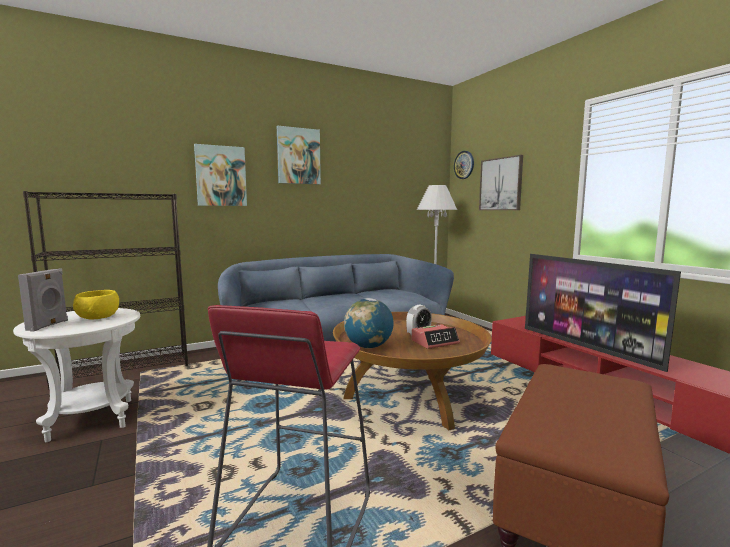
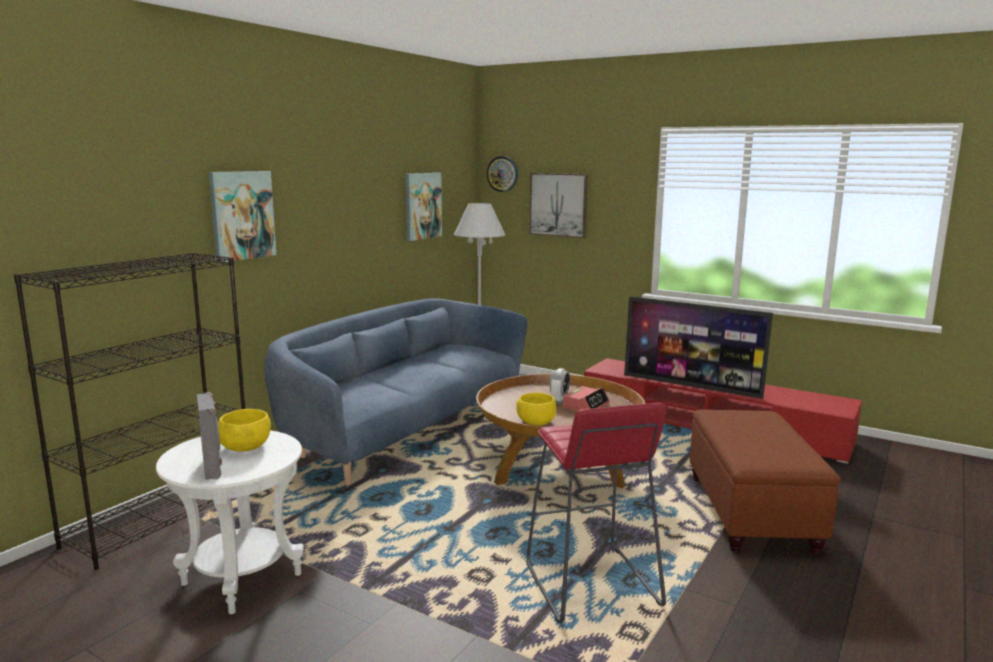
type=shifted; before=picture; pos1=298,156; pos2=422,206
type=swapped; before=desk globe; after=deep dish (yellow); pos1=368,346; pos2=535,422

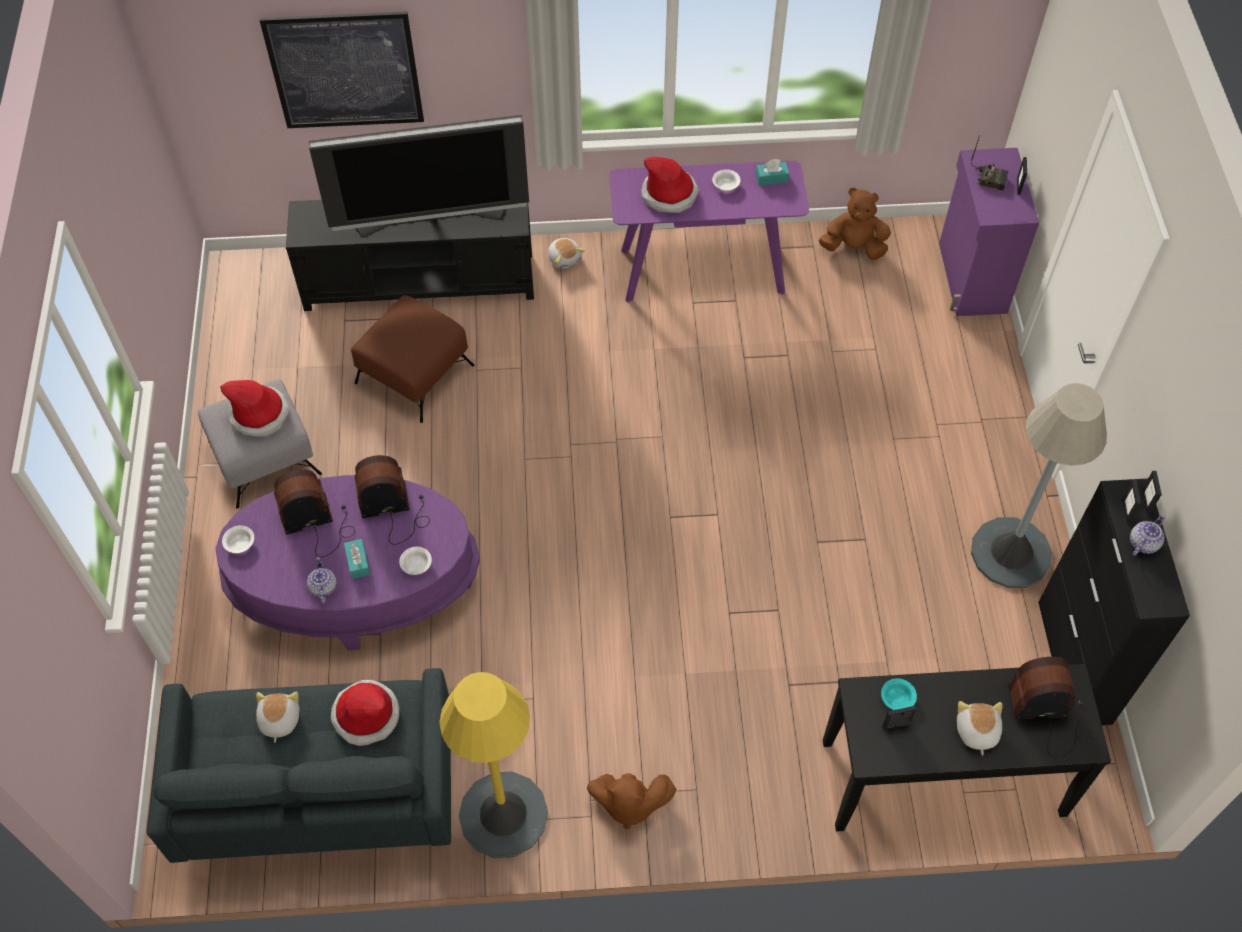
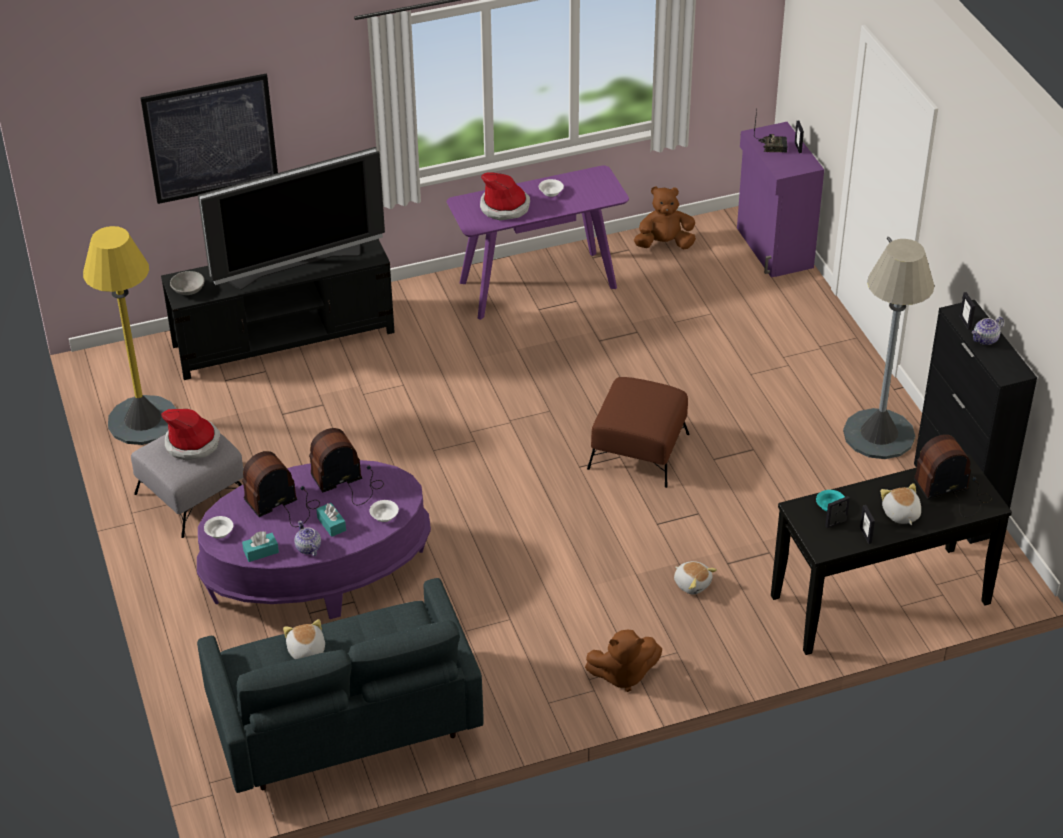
type=gone; before=clothing hat; pos1=366,715
type=new; after=deep dish (greyish); pos2=188,290
type=shifted; before=pouffe (brownish); pos1=414,374; pos2=638,451
type=shifted; before=floor lamp (yellow); pos1=503,815; pos2=143,421
type=shifted; before=cuddly toy; pos1=565,258; pos2=692,583
type=shifted; before=box of tissues (blue-green); pos1=771,178; pos2=261,552
type=shifted; before=photo frame; pos1=1146,502; pos2=865,535
type=rotated; before=tea pot; pos1=1143,543; pos2=985,339; turn=-150

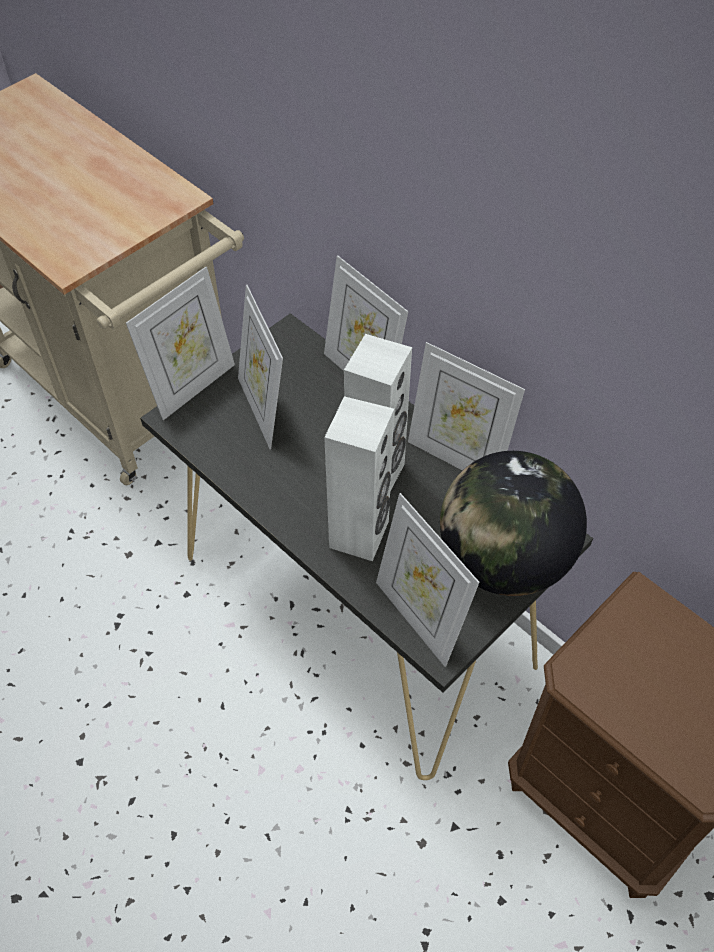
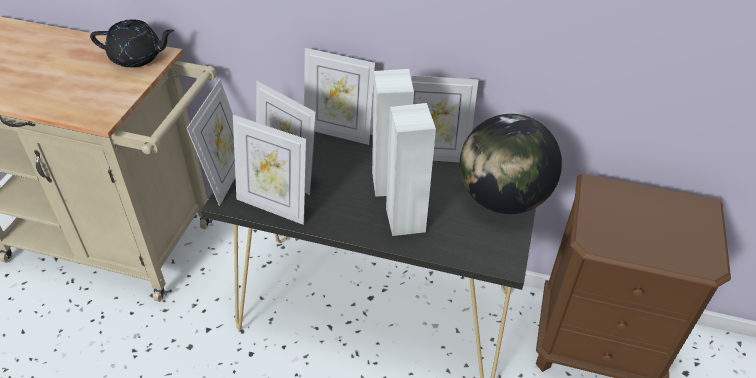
type=new; after=tea pot (blackish); pos2=137,57
type=shifted; before=photo frame; pos1=419,617; pos2=274,206

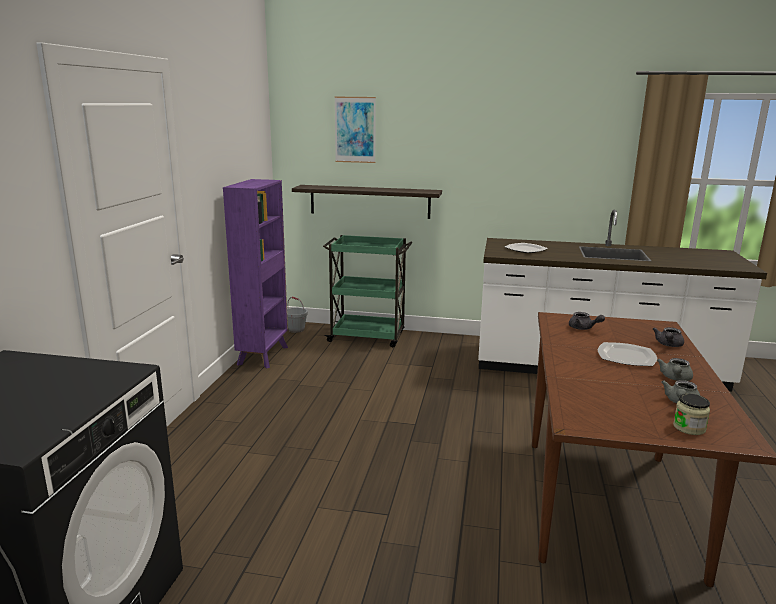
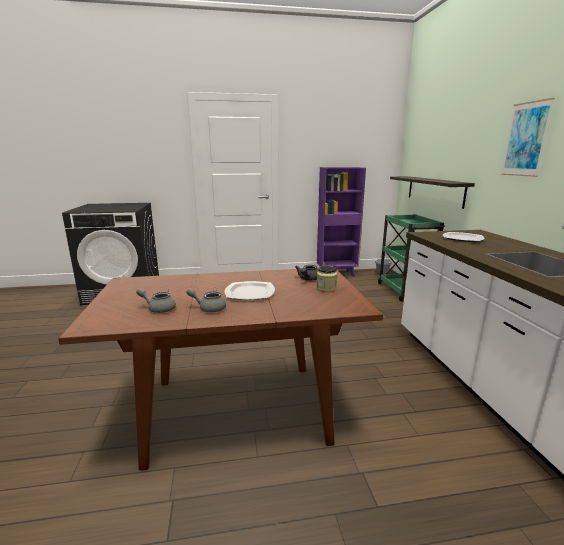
type=gone; before=tea pot (greyish); pos1=668,345
type=shifted; before=picture; pos1=355,130; pos2=526,139
type=shifted; before=storage jar; pos1=689,428; pos2=326,288

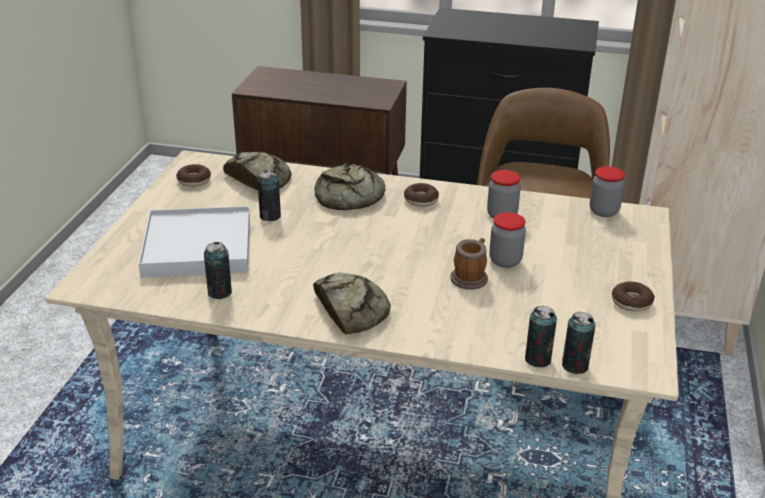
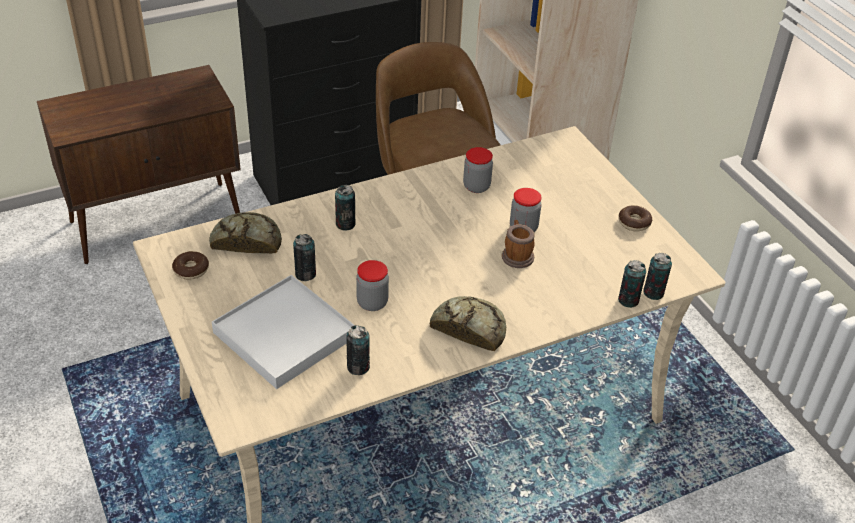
type=gone; before=ring doughnut; pos1=421,200
type=shifted; before=storage jar; pos1=603,211; pos2=372,303
type=swapped; before=bakery bread; after=metal can; pos1=349,197; pos2=345,224

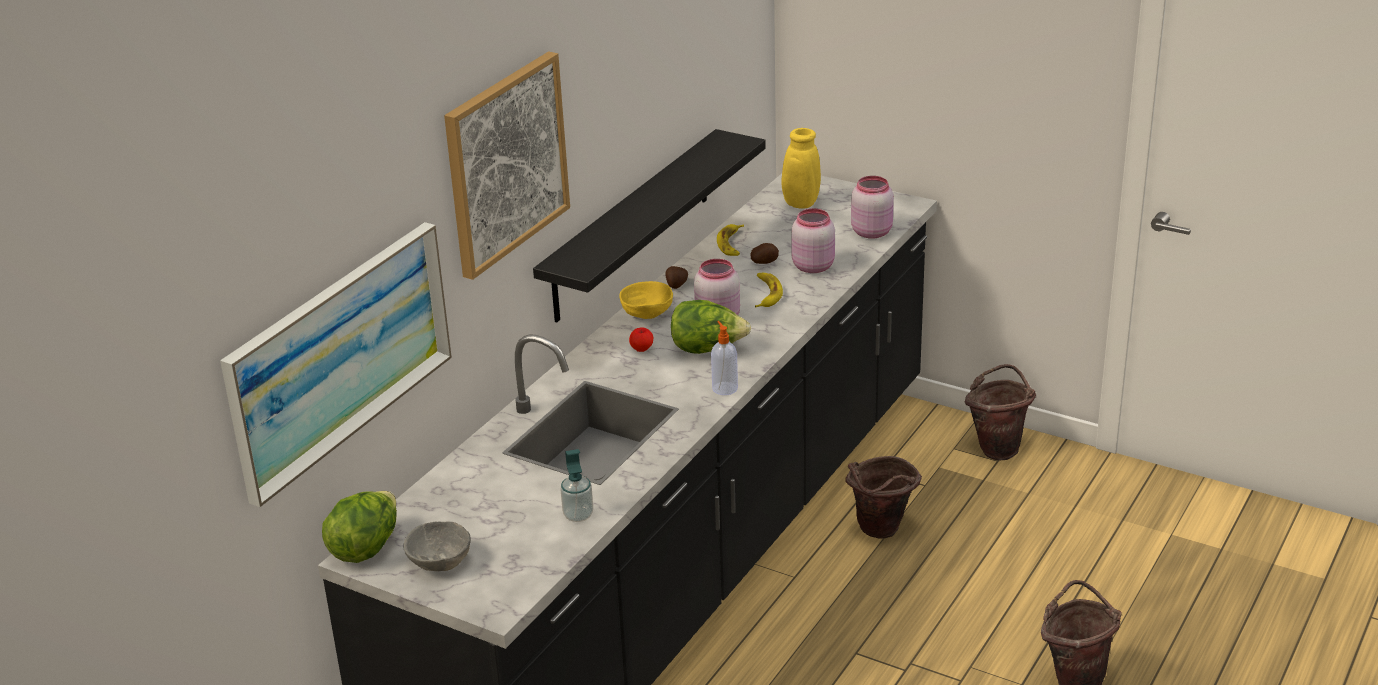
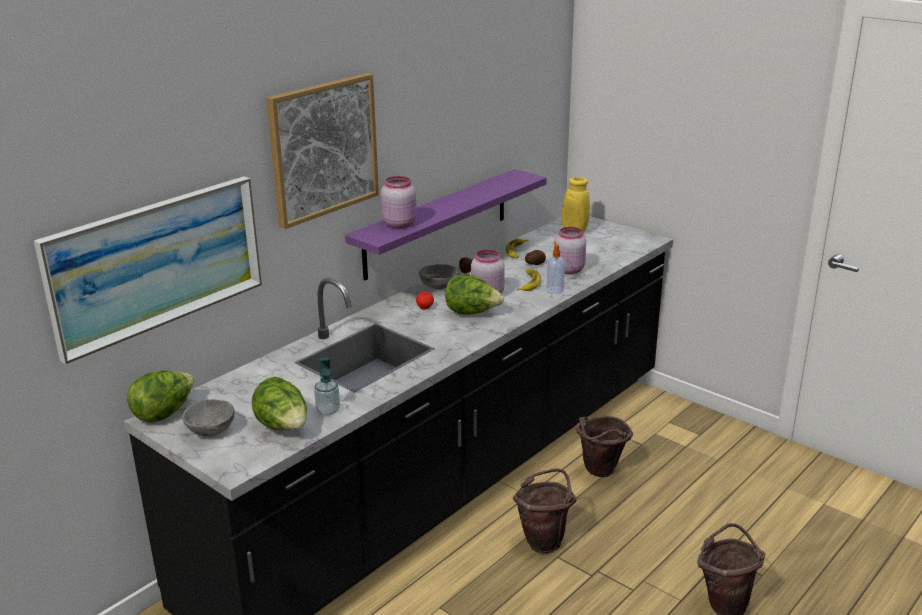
type=new; after=lettuce; pos2=283,427
type=shifted; before=soap bottle; pos1=724,388; pos2=554,290
type=shifted; before=storage jar (pink-coloured); pos1=871,232; pos2=399,224
type=shifted; before=bucket (brownish); pos1=998,447; pos2=545,540
type=repainted; before=shelf (blackish); after=shelf (purple-coloured); pos1=632,225; pos2=437,223
type=repainted; before=deep dish (yellow); after=deep dish (greyish); pos1=647,313; pos2=439,286

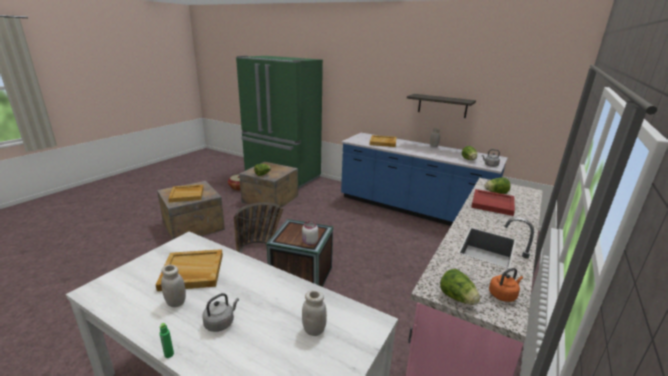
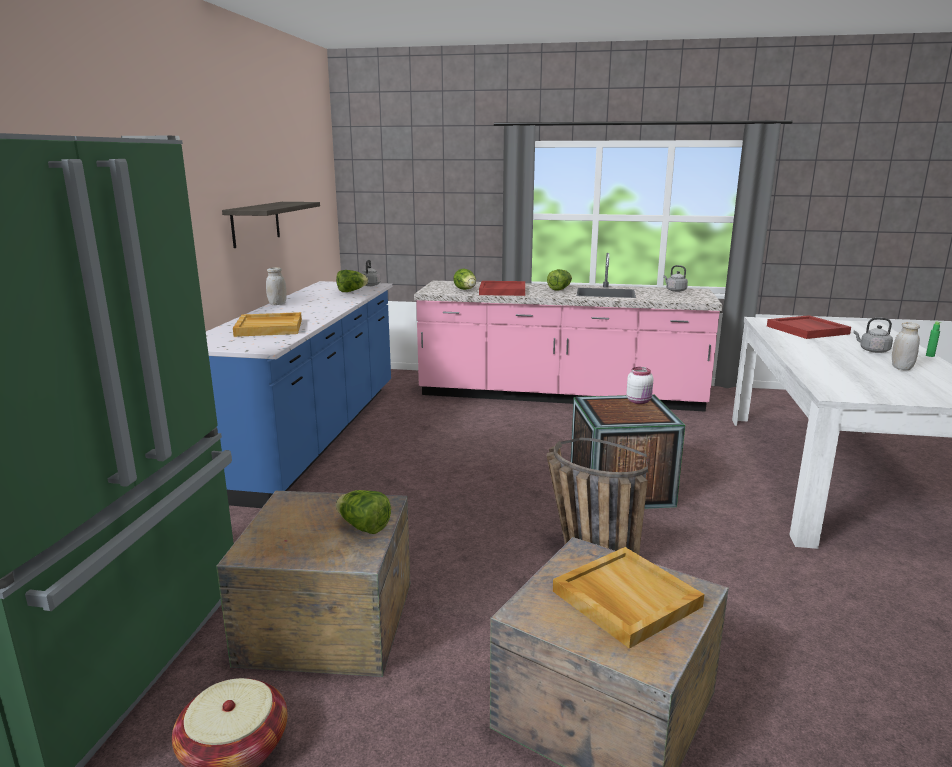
type=gone; before=tray (beige); pos1=191,272
type=shifted; before=lettuce; pos1=457,298; pos2=560,289
type=swapped; before=storage jar (white-coloured); after=tray (red); pos1=314,330; pos2=808,330
type=repainted; before=kettle (orange-coloured); after=kettle (greyish); pos1=503,295; pos2=675,290

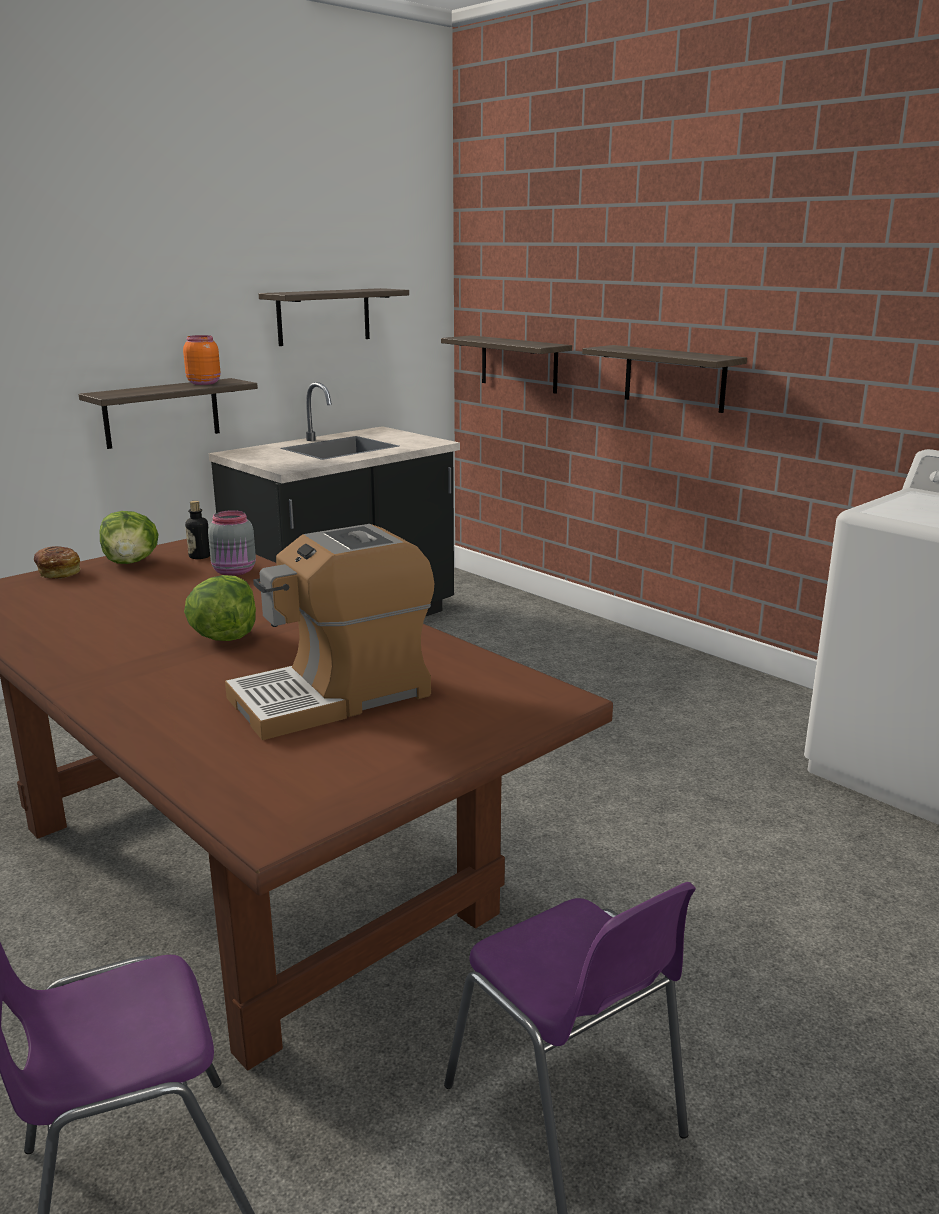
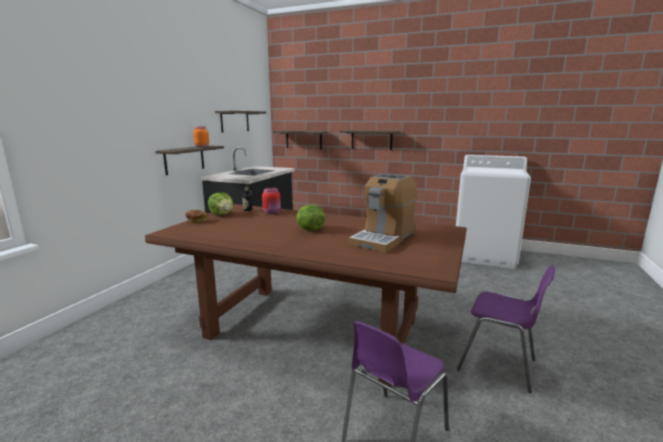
type=repainted; before=storage jar (greyish); after=storage jar (red); pos1=235,572; pos2=272,212

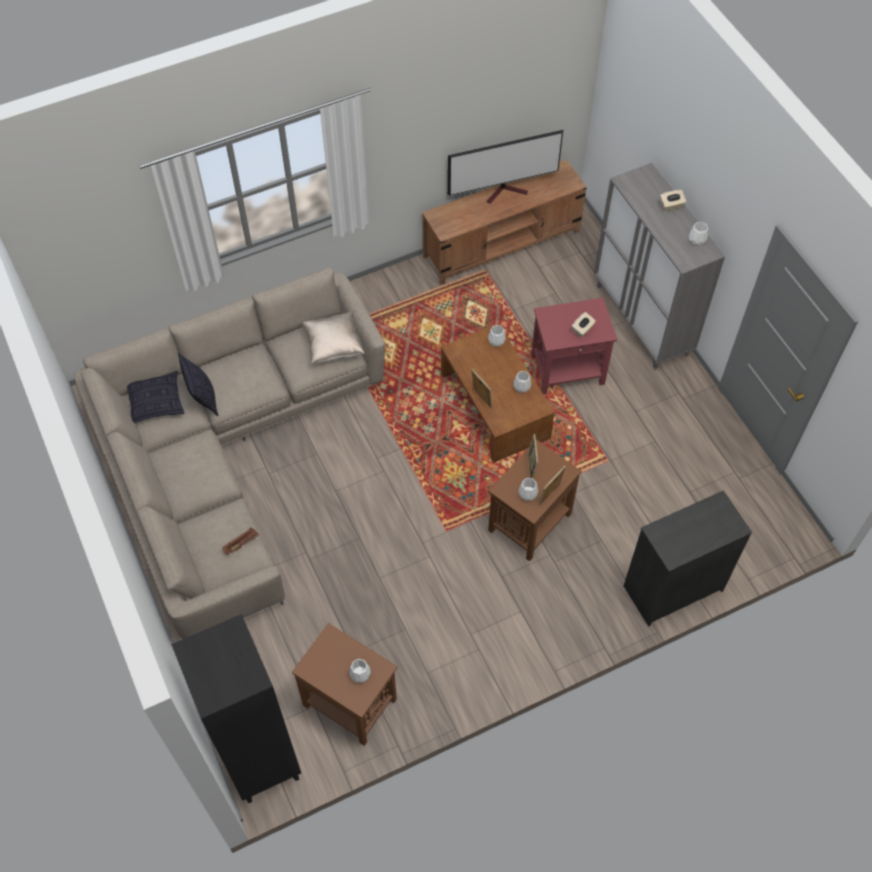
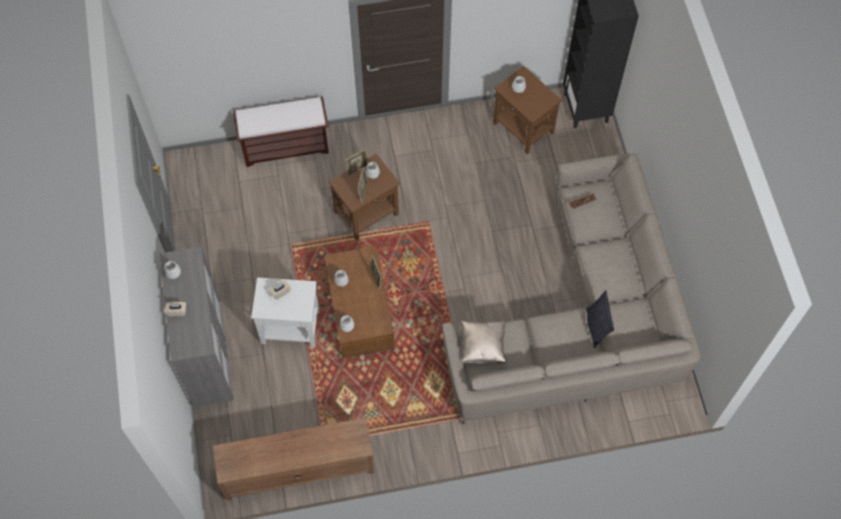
type=gone; before=throw pillow; pos1=156,402
type=gone; before=television; pos1=506,191
type=swapped; before=dresser (blackish); after=long seat (brownish); pos1=672,587; pos2=286,146
type=repainted; before=end table (red); after=end table (white-coloured); pos1=567,370; pos2=290,326

